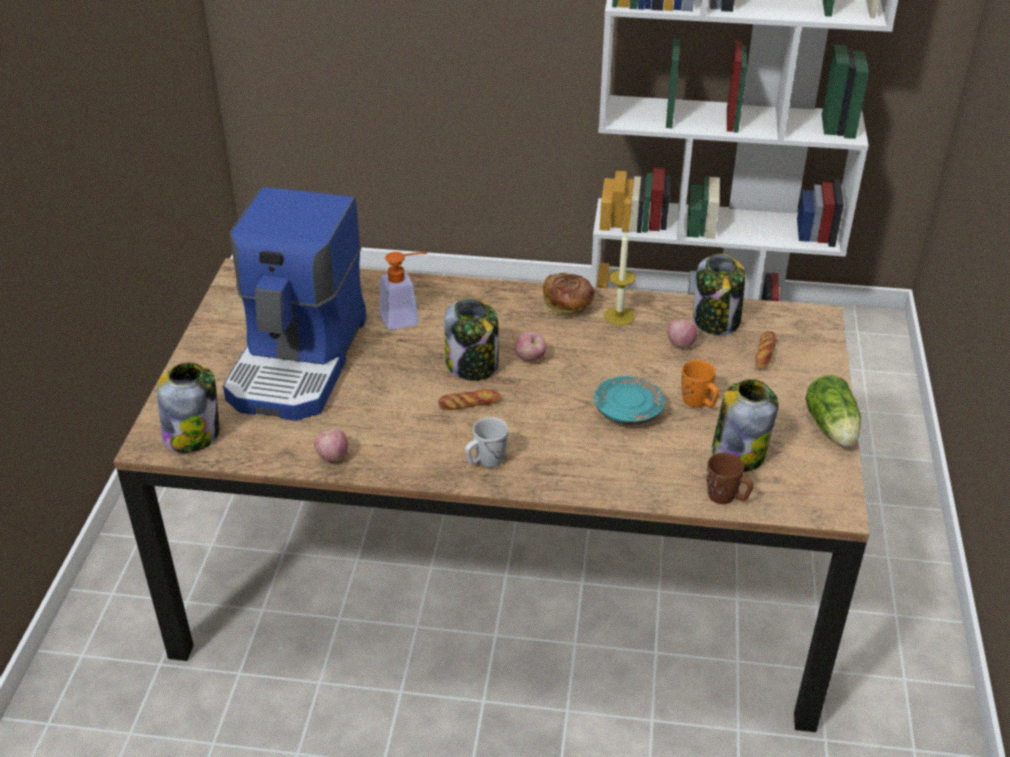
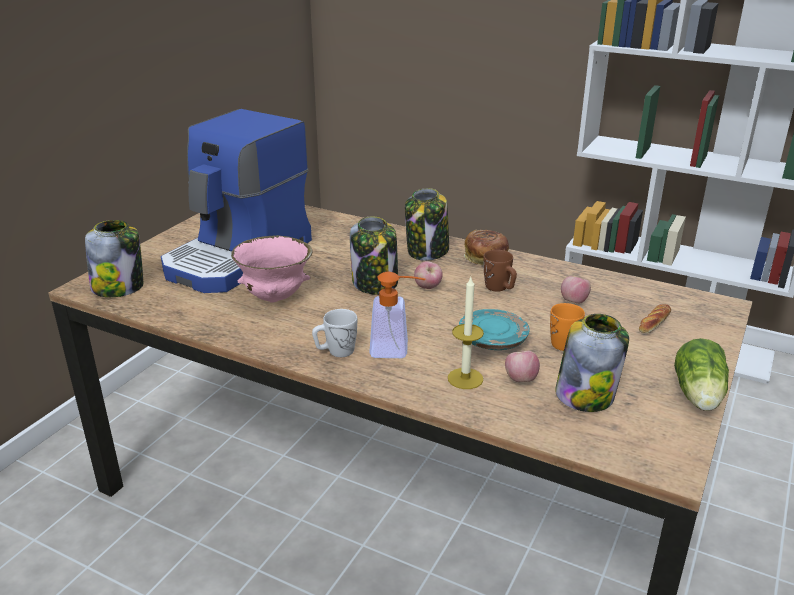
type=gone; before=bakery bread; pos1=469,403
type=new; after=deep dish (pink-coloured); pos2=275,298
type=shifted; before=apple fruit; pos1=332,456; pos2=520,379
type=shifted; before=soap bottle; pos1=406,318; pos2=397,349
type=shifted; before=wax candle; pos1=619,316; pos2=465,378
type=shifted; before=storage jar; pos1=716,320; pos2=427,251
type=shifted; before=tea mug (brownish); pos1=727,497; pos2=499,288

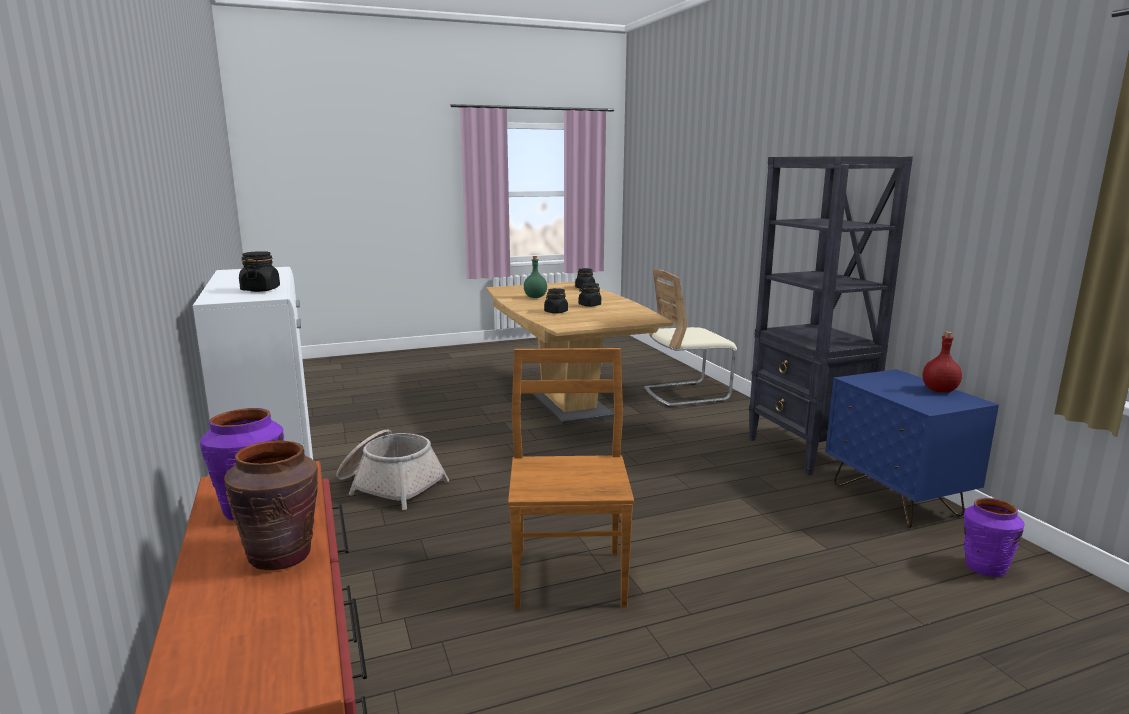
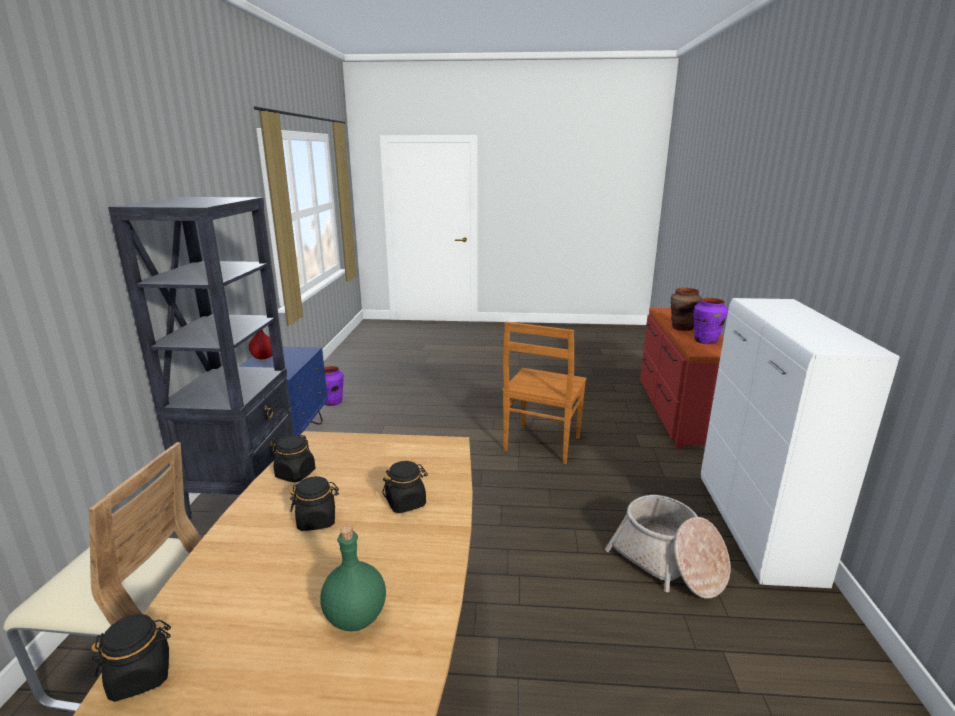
type=shifted; before=storage jar (blackish); pos1=260,289; pos2=295,474

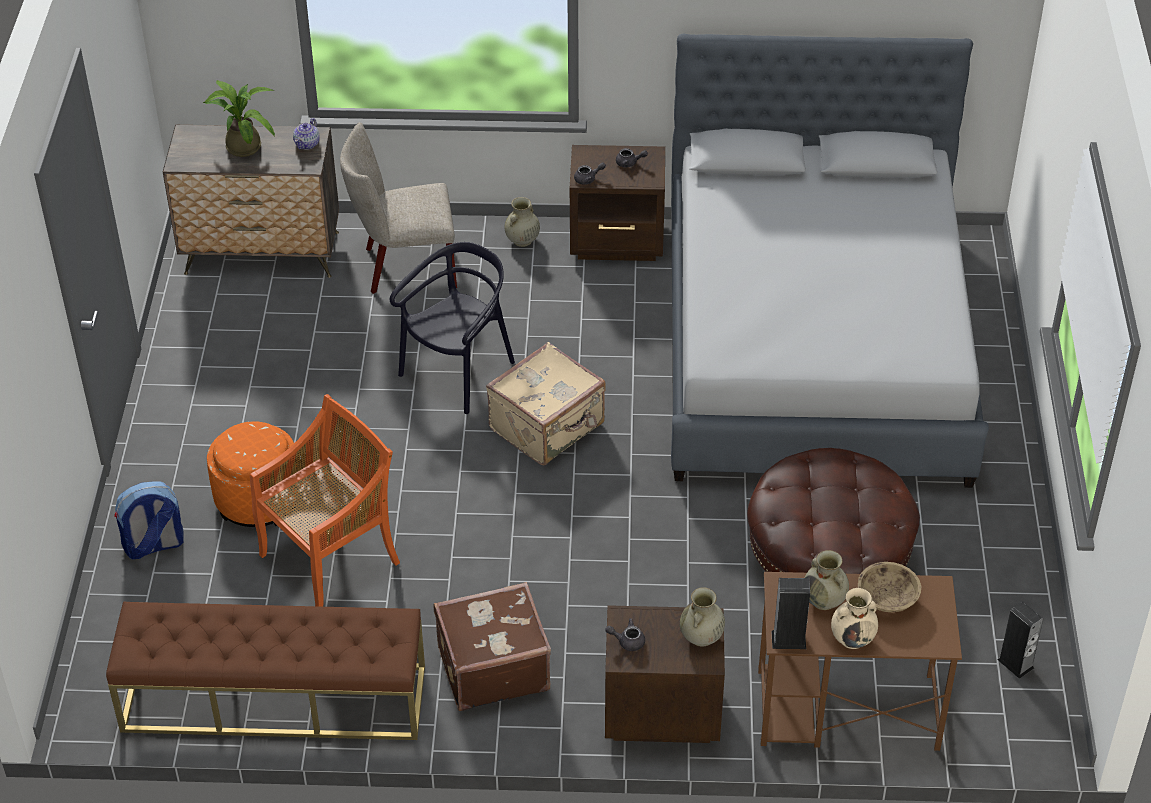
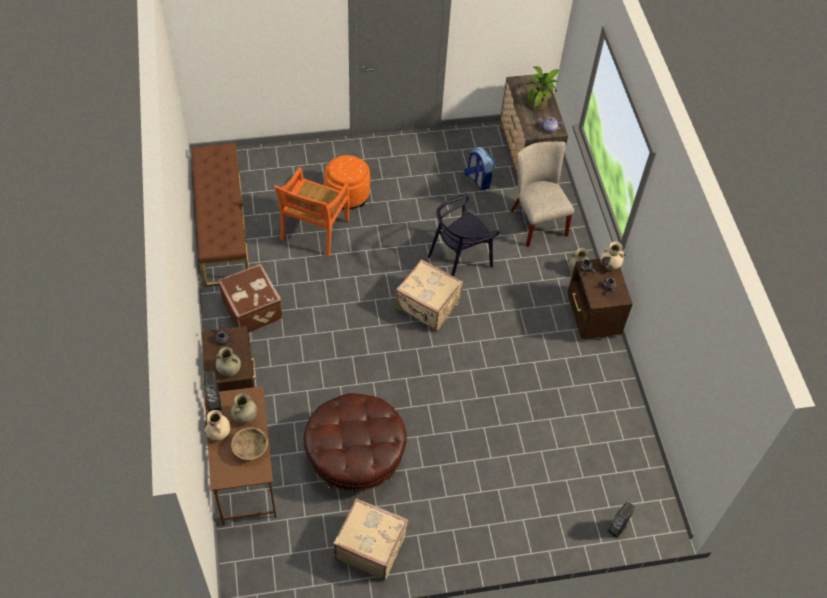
type=gone; before=bedroom bed (greyish); pos1=815,347
type=new; after=suitcase (beige); pos2=370,546
type=new; after=flower vase (beige); pos2=609,265
type=shifted; before=rucksack; pos1=153,545; pos2=478,180
type=shifted; before=loudspeaker; pos1=1015,663; pos2=617,528
type=rotated; before=chair (orange-coloured); pos1=331,557; pos2=314,231; turn=75
type=rotated; before=chair (blackish); pos1=459,372; pos2=459,259; turn=120

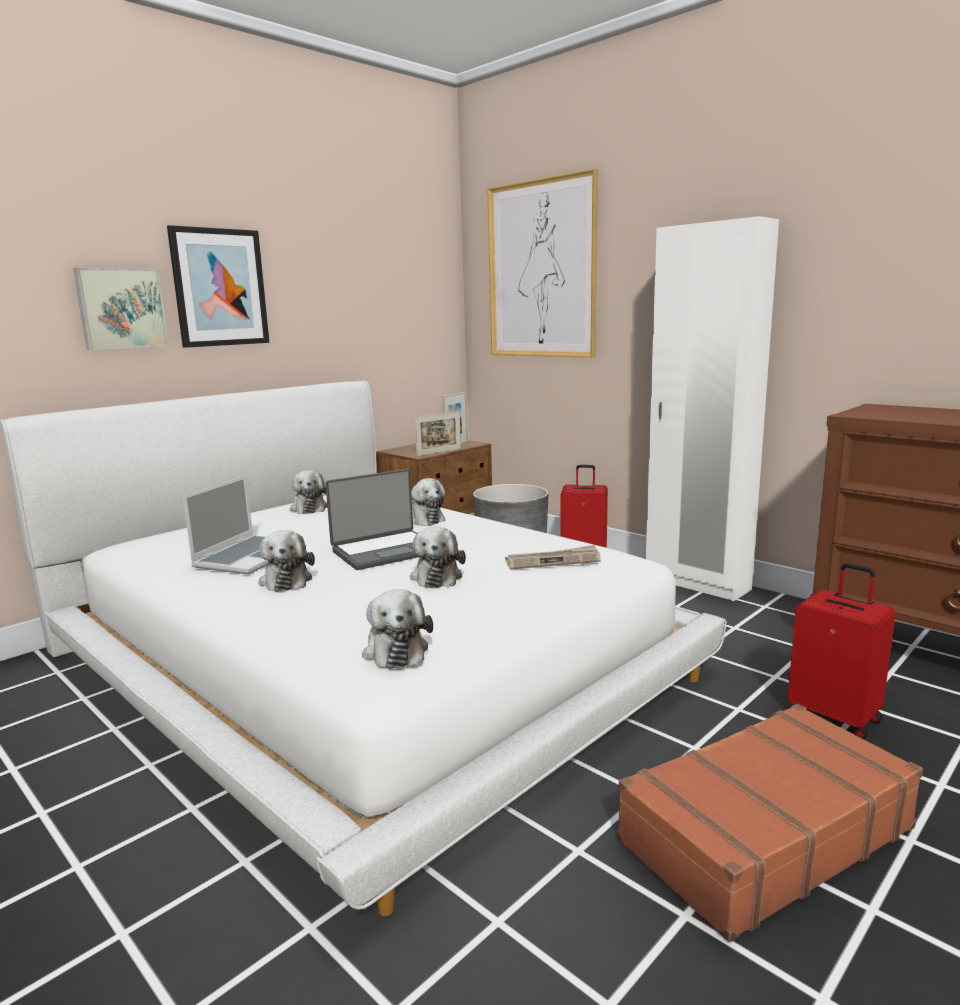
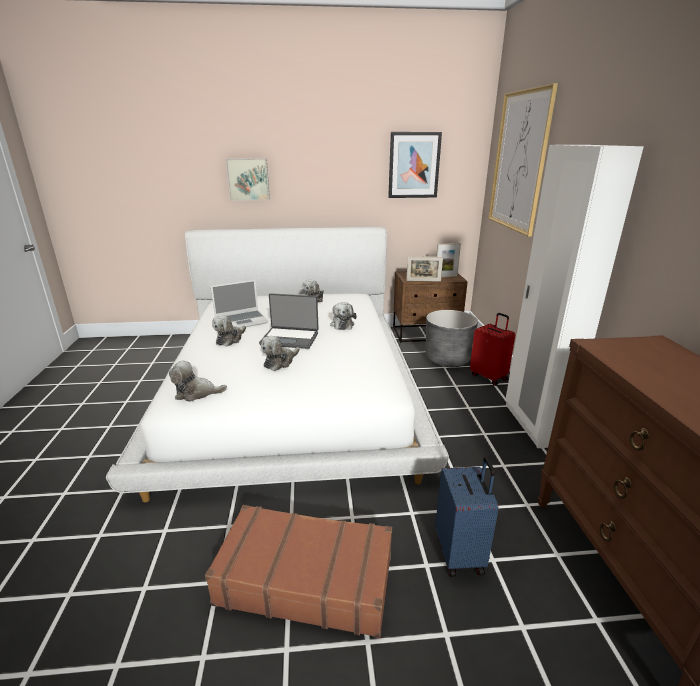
type=gone; before=daily paper; pos1=553,561
type=shifted; before=picture; pos1=219,287; pos2=414,165
type=repainted; before=suitcase (red); after=suitcase (blue); pos1=835,716; pos2=460,553
type=rotated; before=cuddly toy; pos1=395,650; pos2=196,393; turn=60

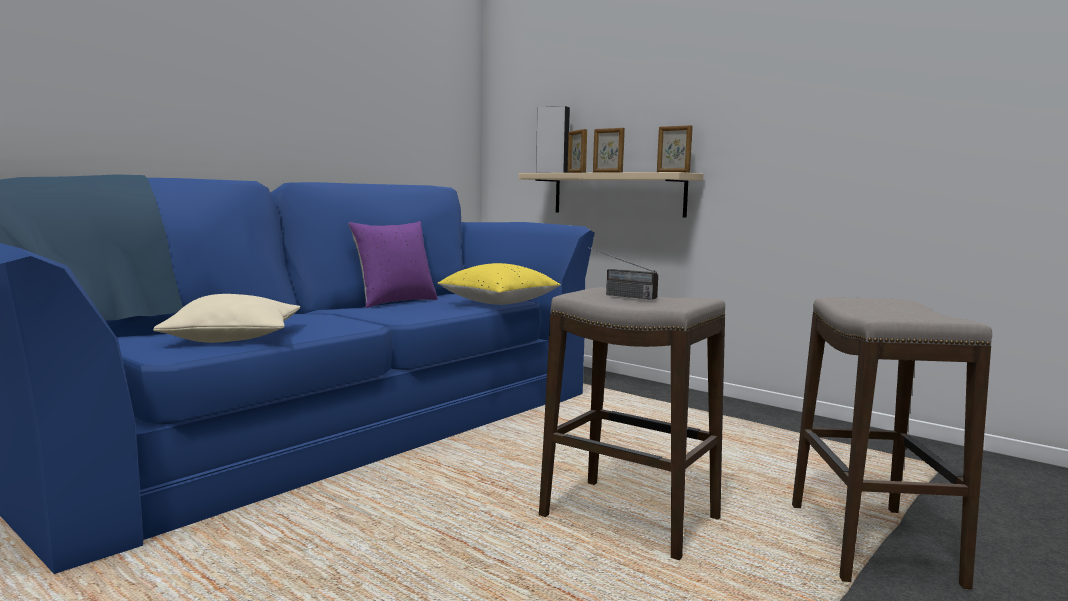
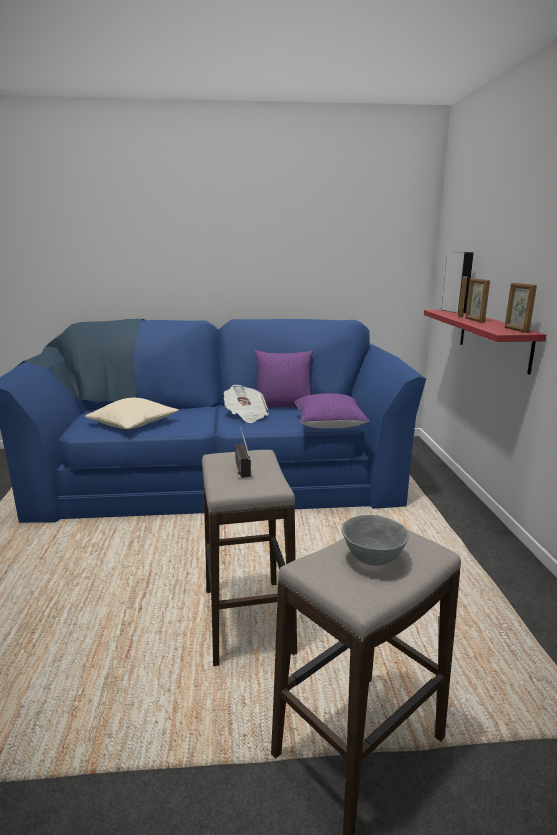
type=new; after=daily paper; pos2=246,415
type=new; after=deep dish (greyish); pos2=373,559
type=repainted; before=throw pillow (yellow); after=throw pillow (purple-coloured); pos1=499,303; pos2=329,424
type=repainted; before=shelf (beige); after=shelf (red); pos1=617,194; pos2=493,338

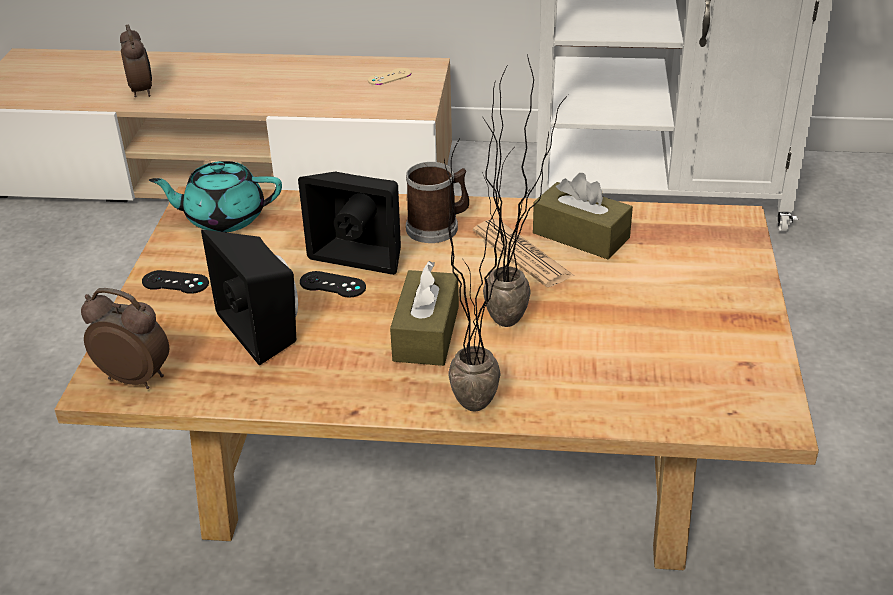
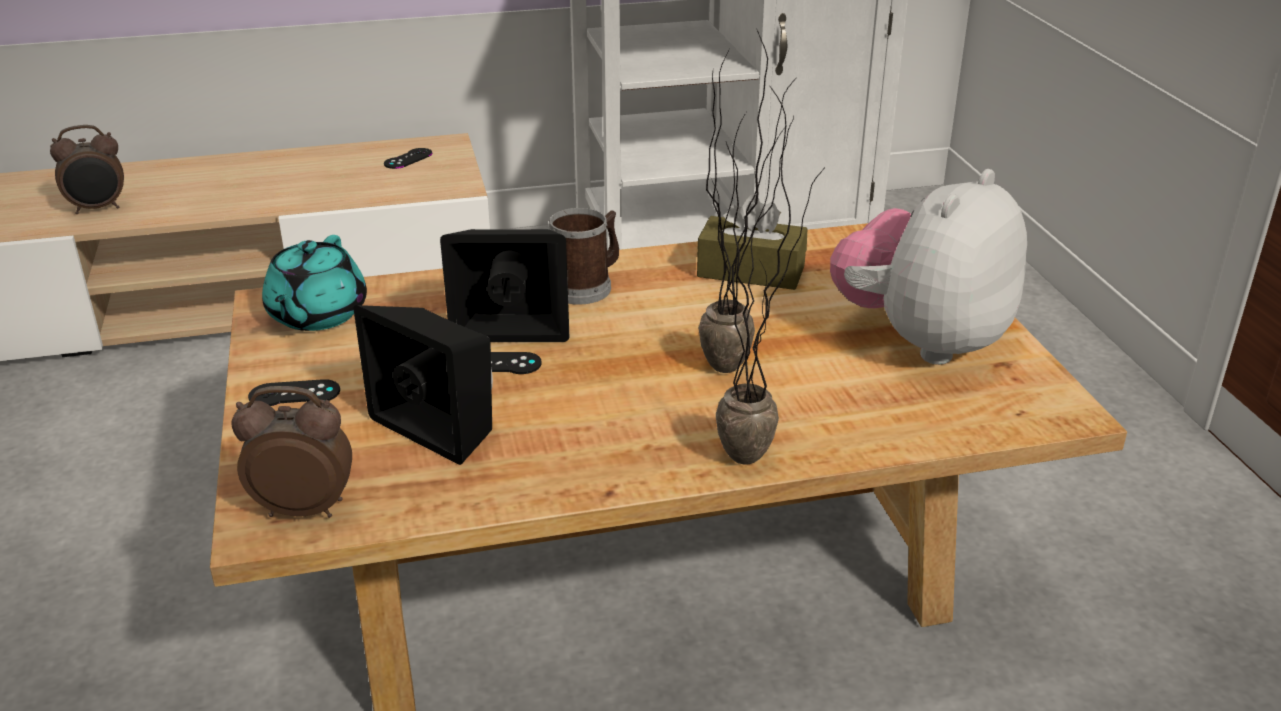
type=gone; before=box of tissues (brownish); pos1=426,333
type=gone; before=daily paper; pos1=522,254
type=new; after=cuddly toy; pos2=922,340
type=repainted; before=game controller (beige); after=game controller (blackish); pos1=389,77; pos2=408,159
type=rotated; before=table clock; pos1=142,91; pos2=98,208; turn=105
type=rotated; before=tea pot (blue-green); pos1=223,218; pos2=316,315; turn=-60

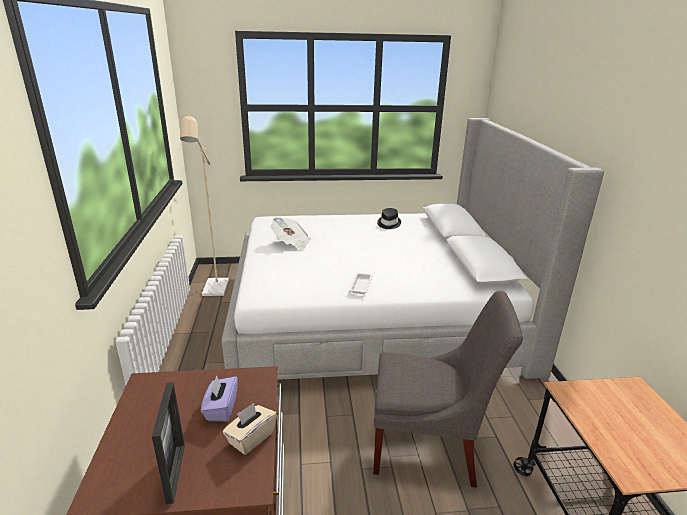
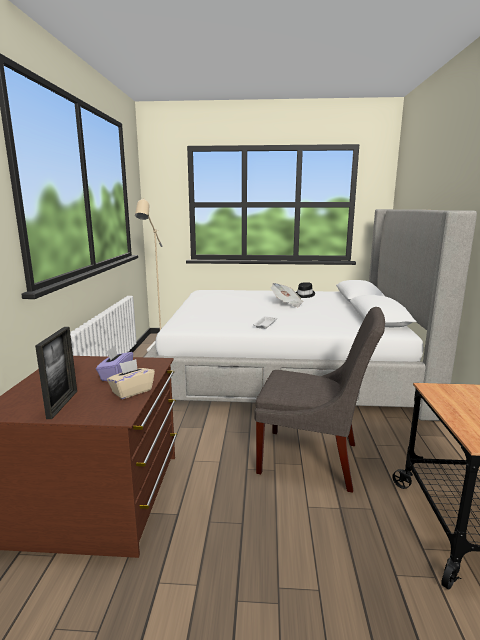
type=shifted; before=daily paper; pos1=291,243; pos2=287,304

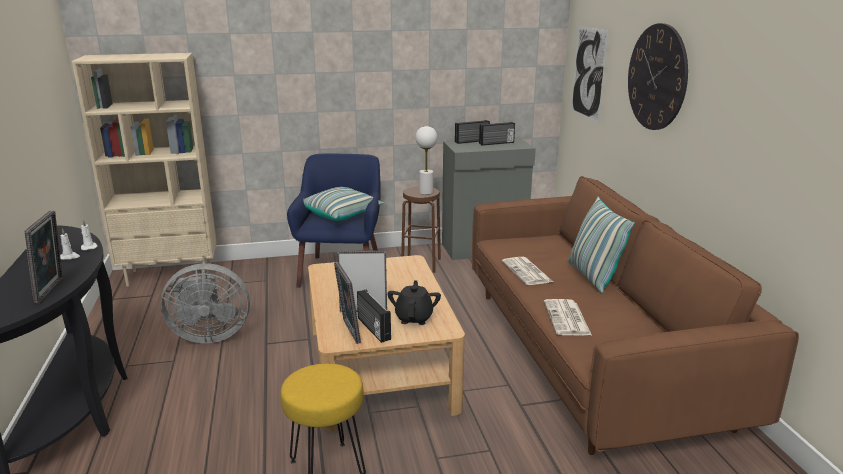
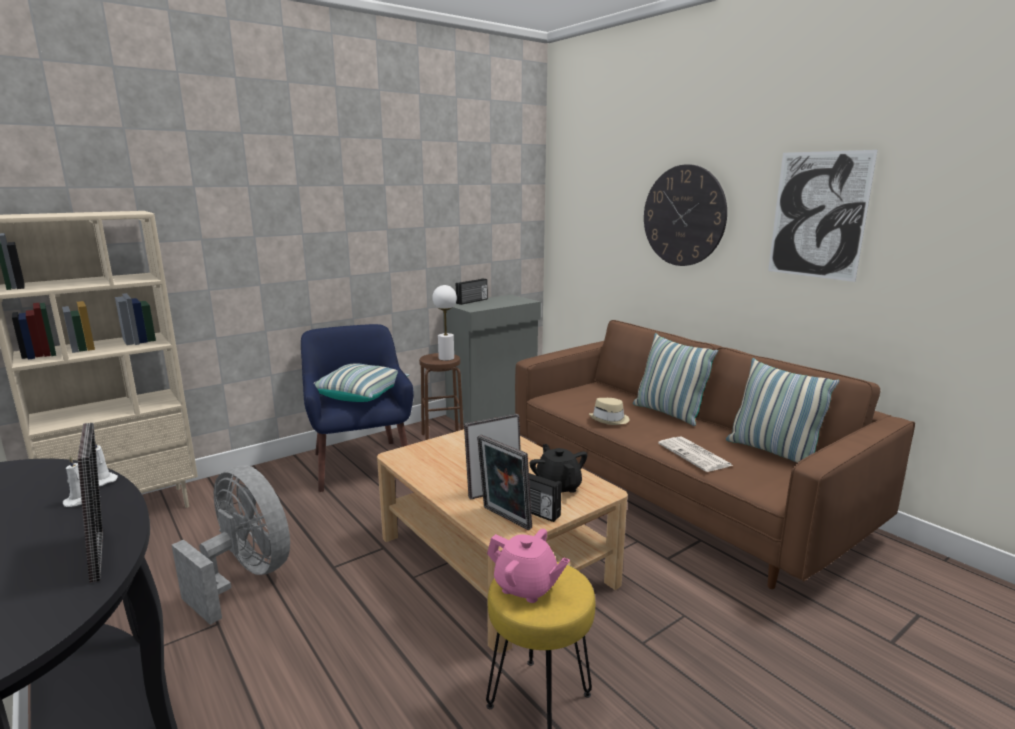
type=gone; before=radio; pos1=496,143
type=new; after=tea pot (pink-coloured); pos2=526,587
type=new; after=throw pillow; pos2=772,451
type=shifted; before=picture; pos1=588,73; pos2=818,215
type=swapped; before=daily paper; after=clothing hat (beige); pos1=527,272; pos2=610,419
type=rotated; before=cooling fan (greyish); pos1=209,335; pos2=245,576; turn=-105

